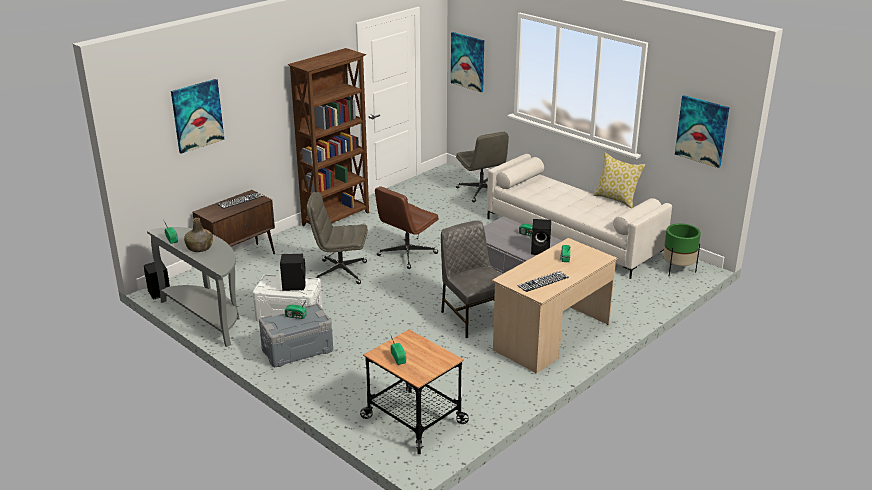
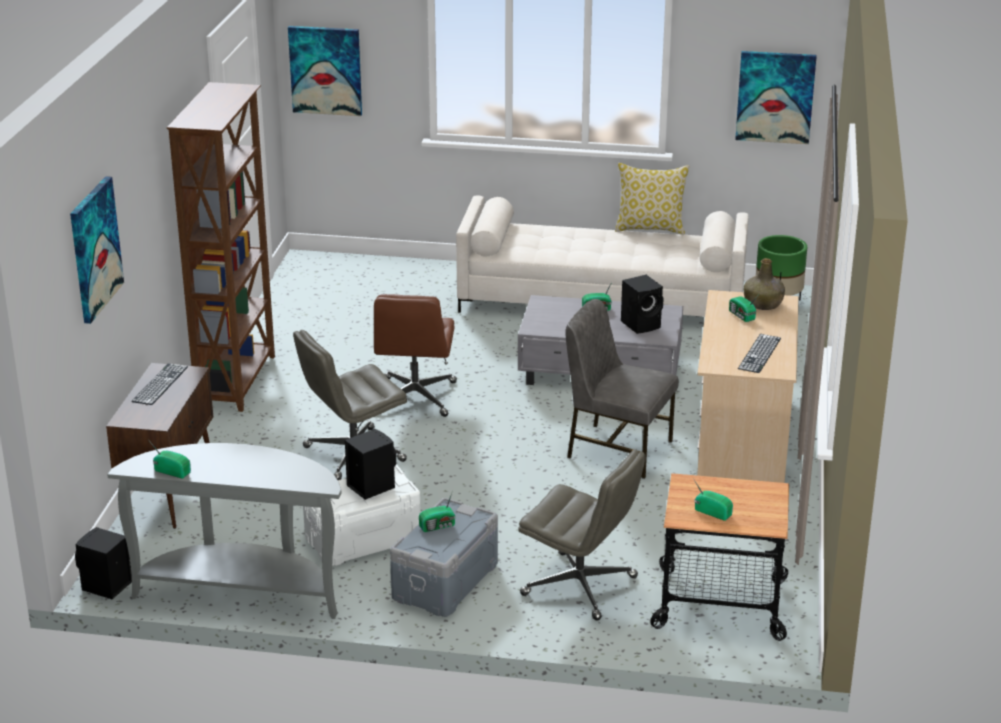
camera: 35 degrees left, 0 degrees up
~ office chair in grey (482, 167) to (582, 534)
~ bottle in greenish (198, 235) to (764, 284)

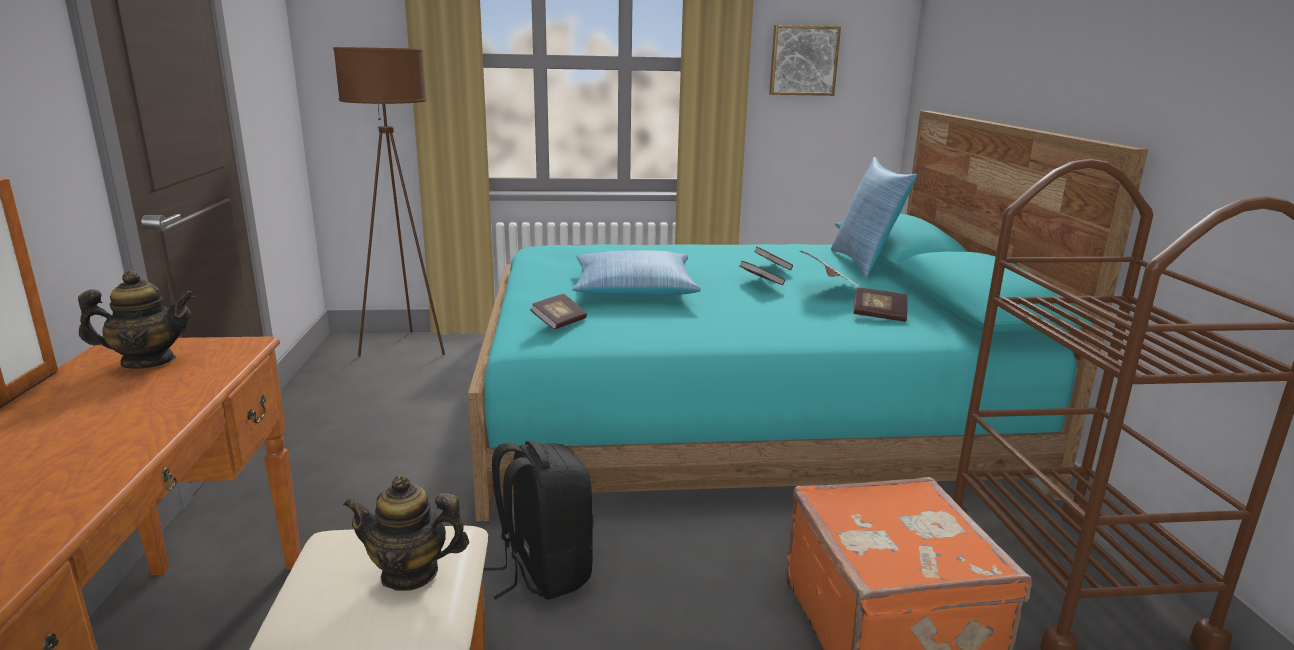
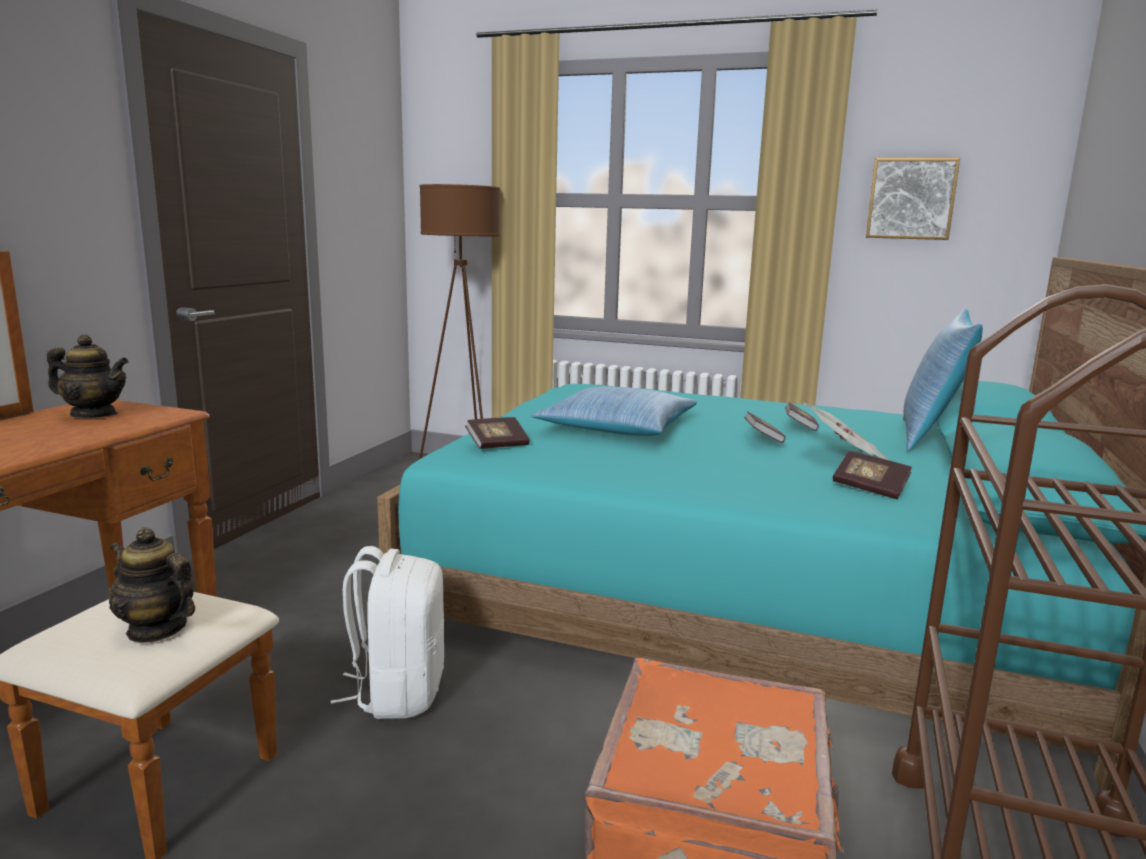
camera: 25 degrees right, 5 degrees down
~ rucksack in black-coloured (538, 520) to rucksack in white-coloured (387, 632)

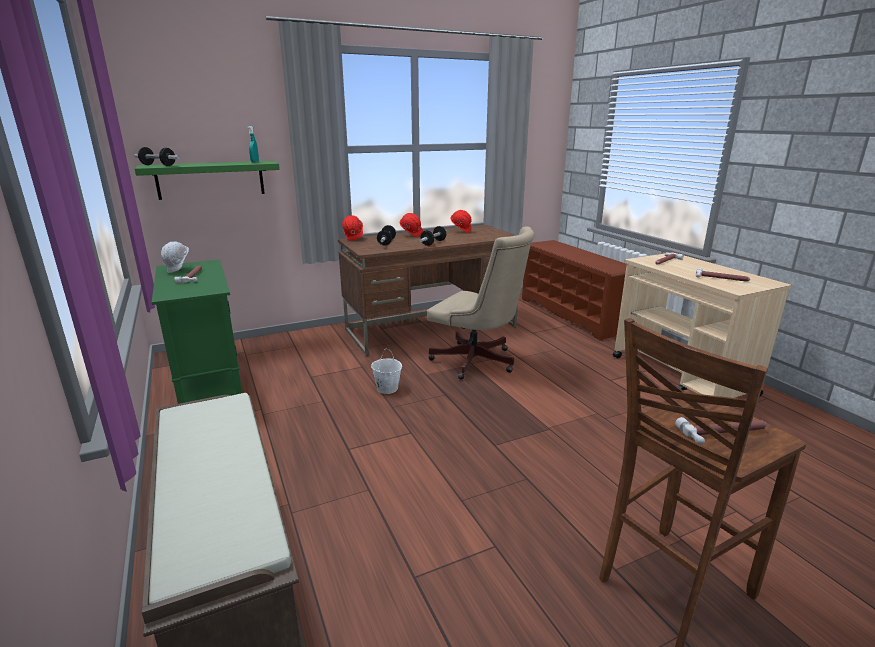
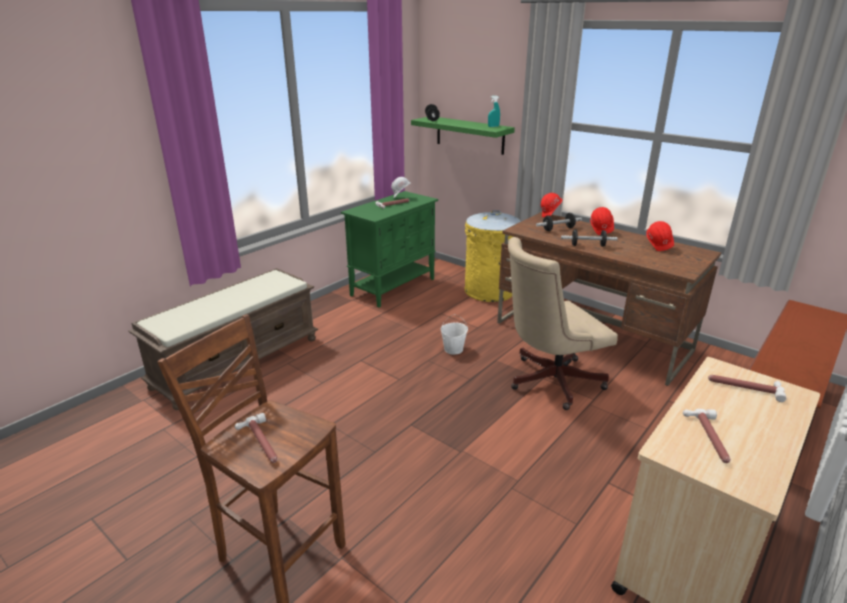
camera: 65 degrees right, 5 degrees up
~ office chair in sand-coloured (480, 303) = (563, 323) 60 degrees clockwise
+ waste bin in yellowish (493, 256)

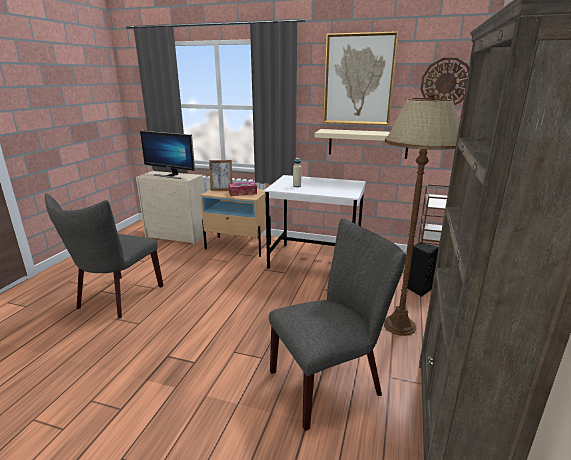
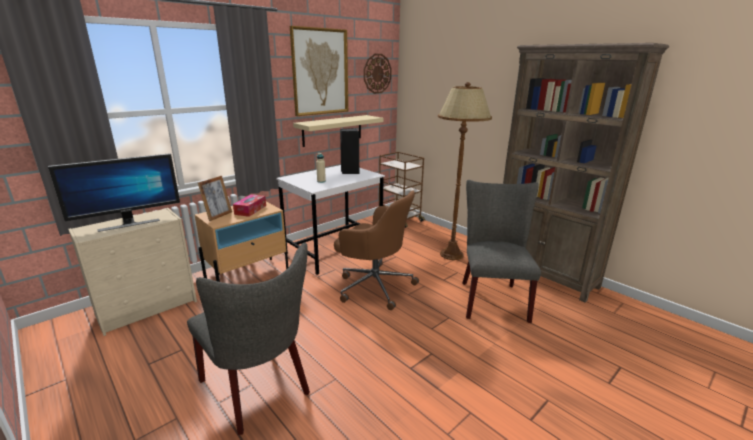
camera: 60 degrees left, 0 degrees up
~ loudspeaker in black-coloured (423, 270) to (349, 151)
+ office chair in brown-coloured (376, 250)

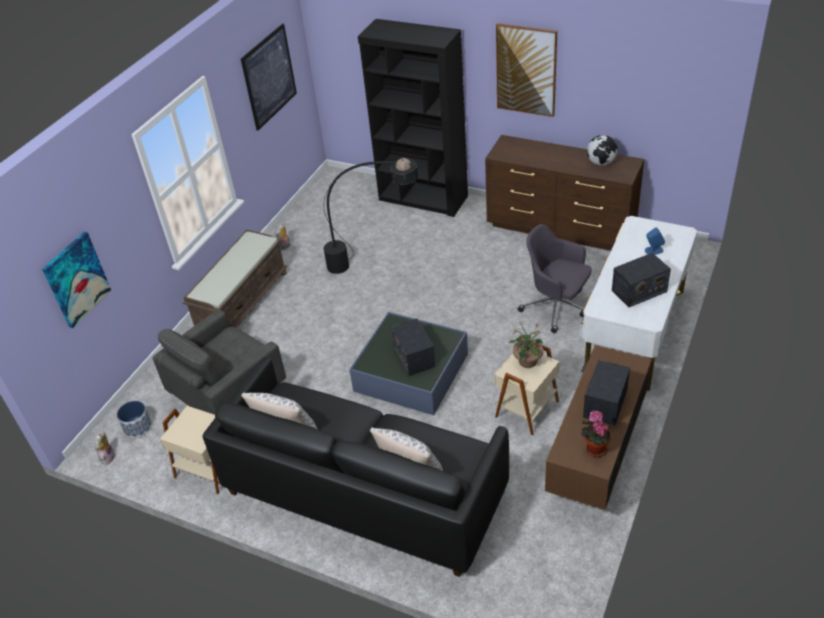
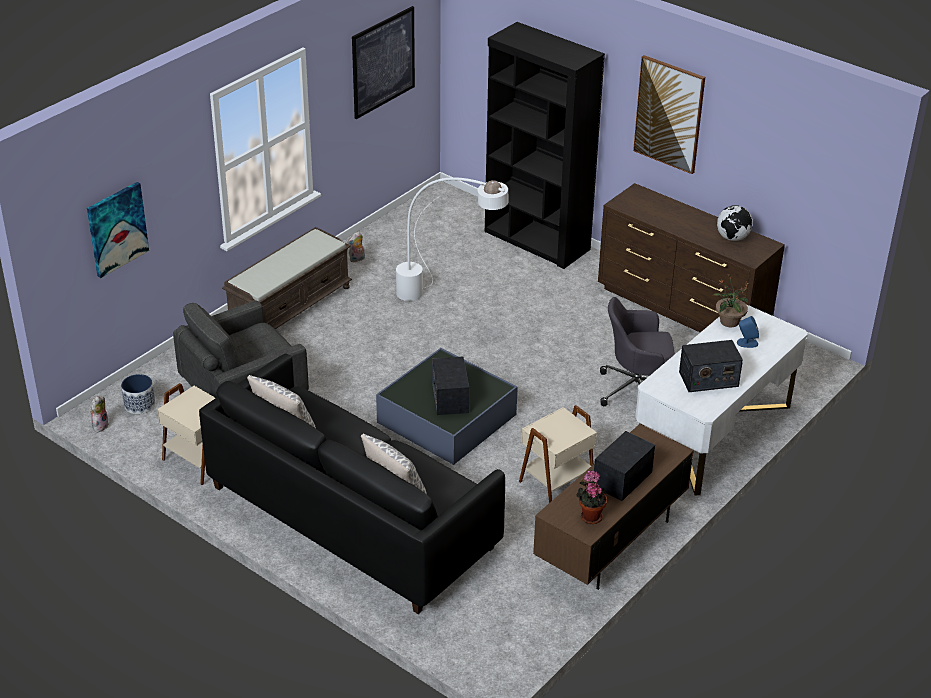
camera: 10 degrees right, 5 degrees down
~ standing lamp in black-coloured (371, 216) to standing lamp in white-coloured (452, 239)
~ office chair in grey (555, 278) = (637, 351) 45 degrees counterclockwise
~ houseplant (525, 345) to (730, 301)

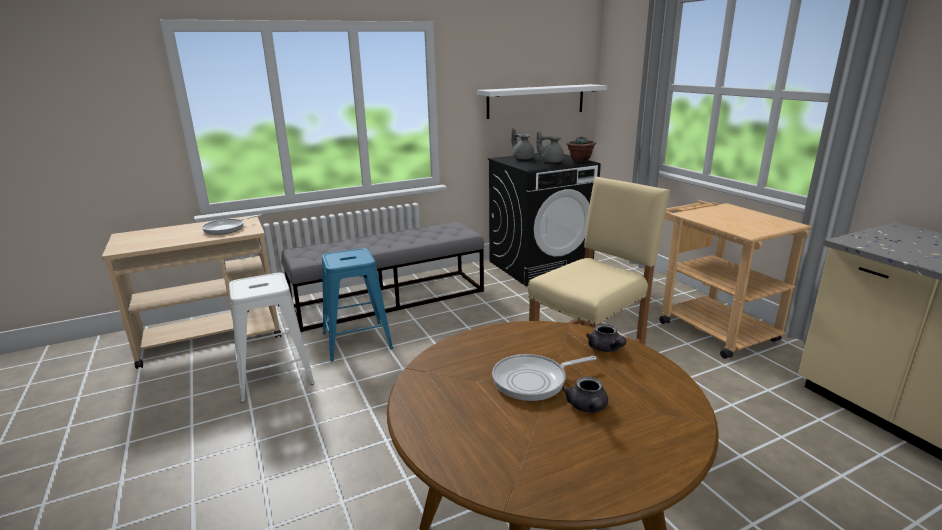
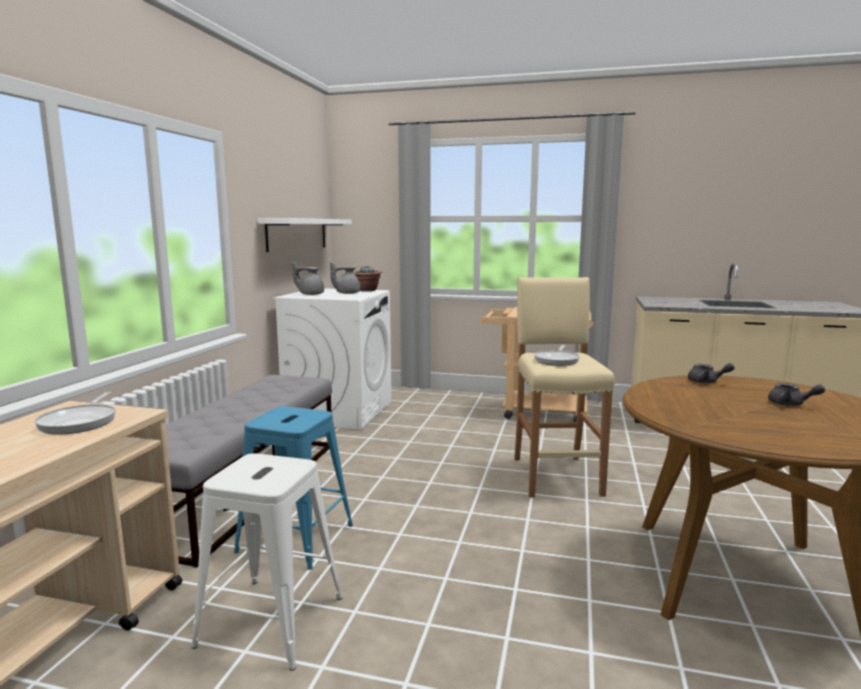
camera: 50 degrees left, 10 degrees down
~ laundry appliance in black-coloured (544, 219) to laundry appliance in white-coloured (332, 359)
~ frying pan (544, 377) to (557, 355)

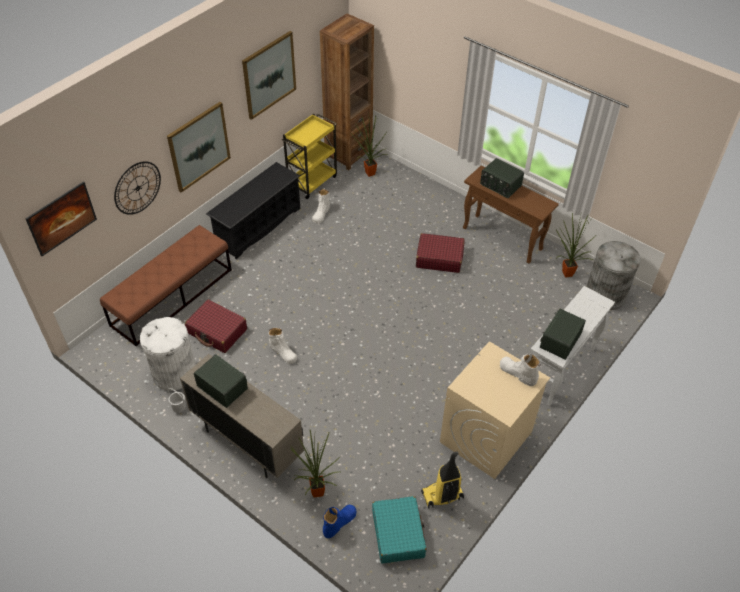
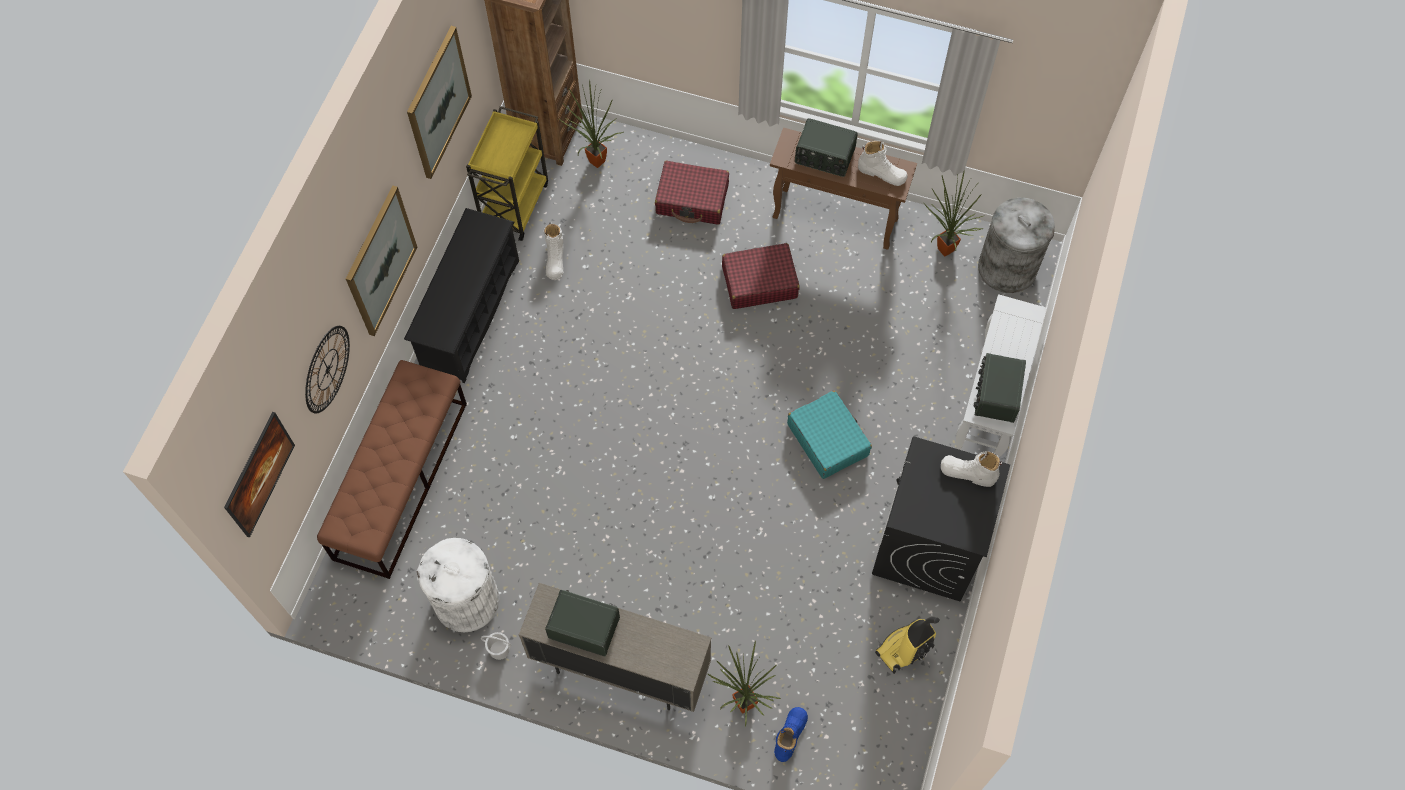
camera: 20 degrees left, 15 degrees up
~ piece of luggage in reddish (216, 326) to (692, 193)
~ boot in white-coloured (283, 346) to (883, 163)
~ laundry appliance in sand-coloured (495, 410) to laundry appliance in black-coloured (941, 518)
~ piece of luggage in turquoise (399, 530) to (829, 435)

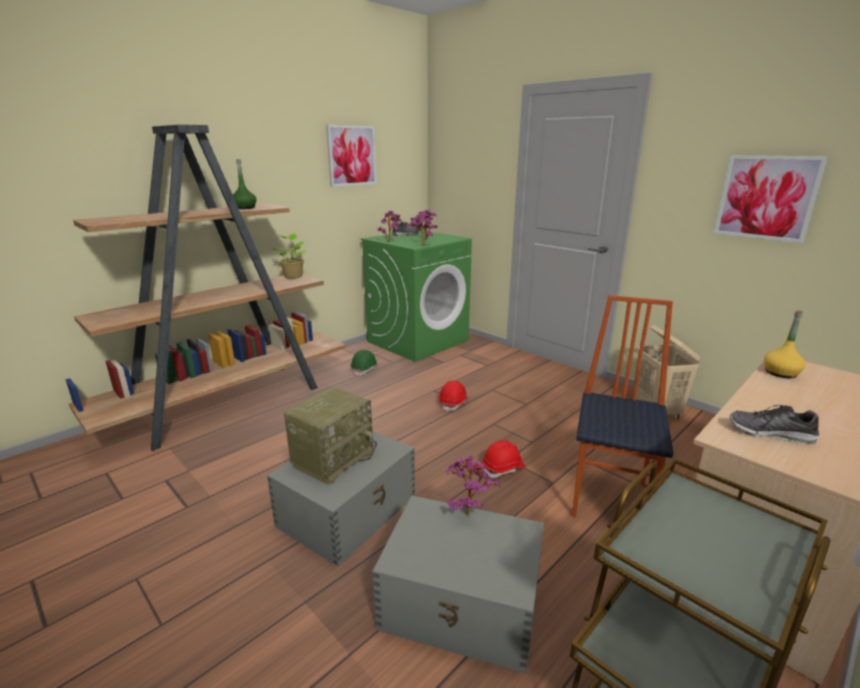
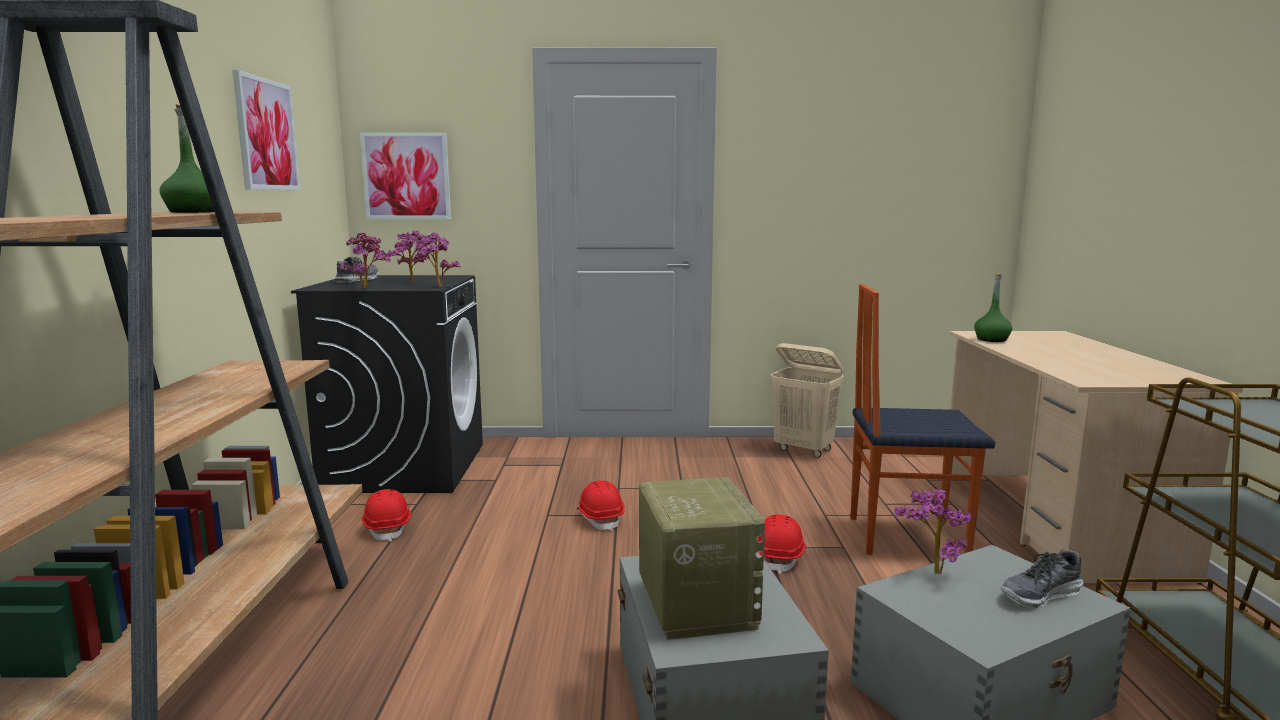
camera: 45 degrees left, 10 degrees down
~ wall art (771, 199) to (405, 176)
~ laundry appliance in greenish (416, 296) to laundry appliance in black-coloured (387, 384)
- houseplant (289, 256)
~ upright chair (622, 406) = (922, 419) 60 degrees counterclockwise
~ bottle in yellowish (785, 344) to bottle in greenish (993, 307)
~ work helmet in greenish (364, 363) to work helmet in reddish (386, 515)
~ low shoe (775, 424) to (1042, 578)

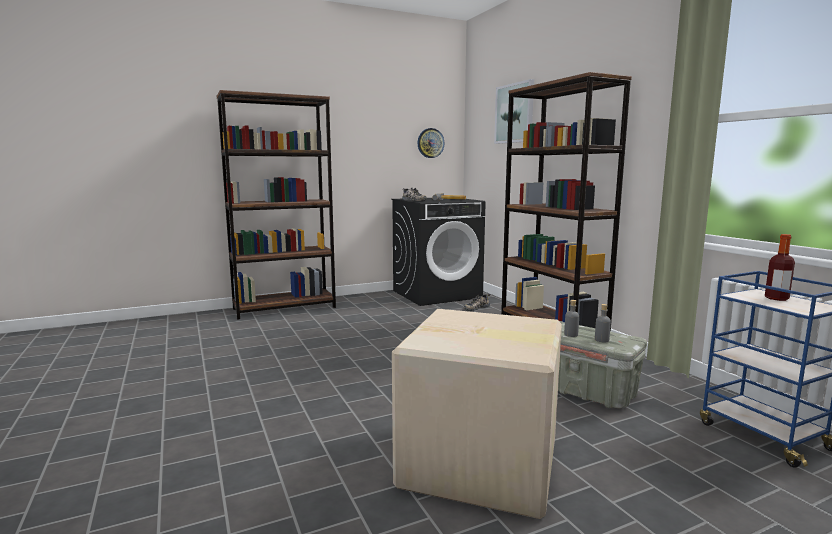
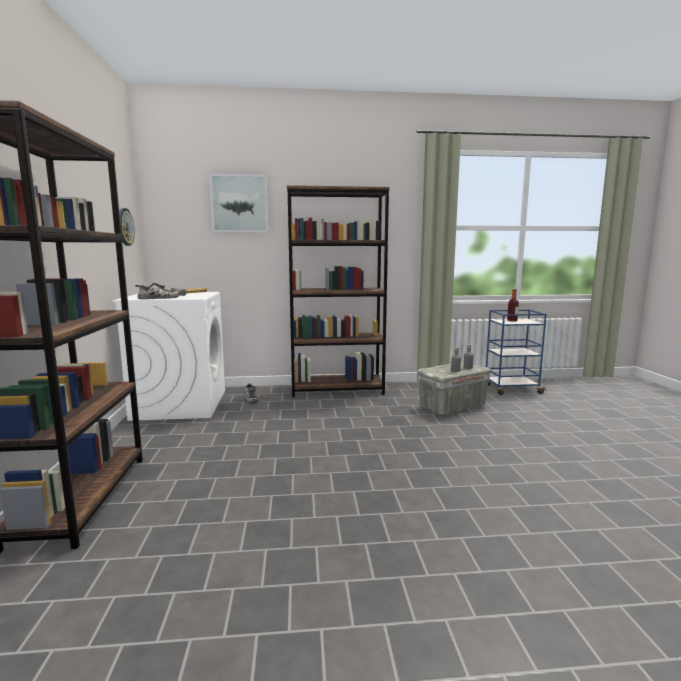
camera: 70 degrees left, 0 degrees up
~ laundry appliance in black-coloured (439, 252) to laundry appliance in white-coloured (168, 356)
- carton (477, 414)

